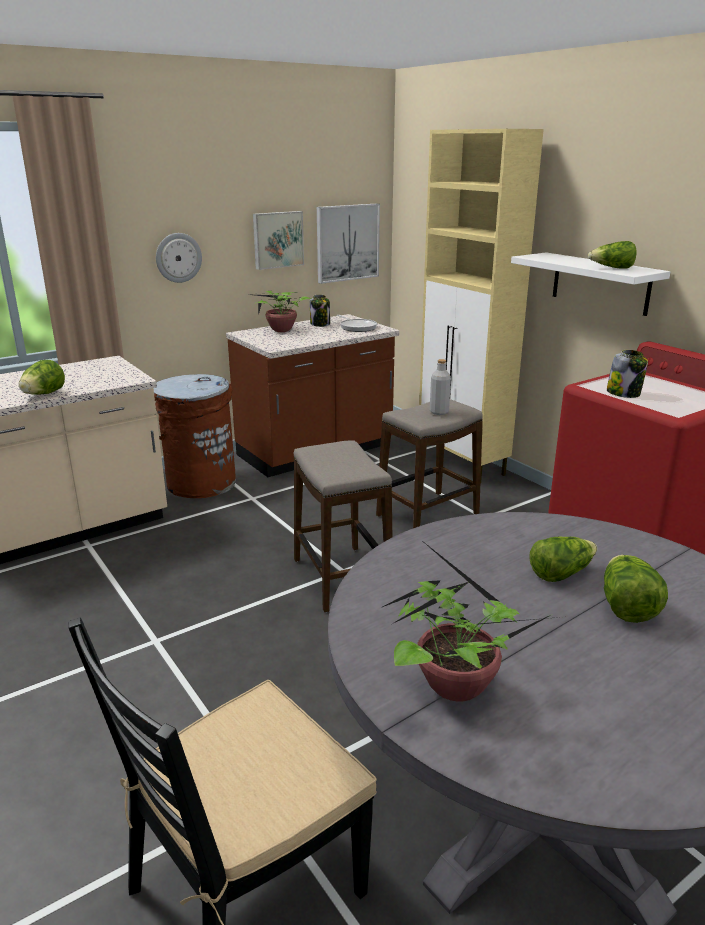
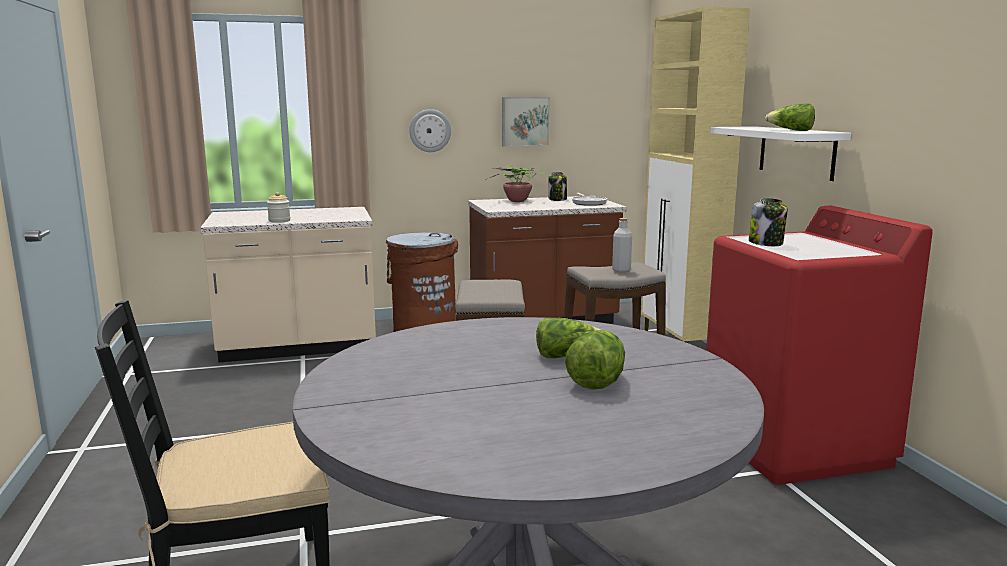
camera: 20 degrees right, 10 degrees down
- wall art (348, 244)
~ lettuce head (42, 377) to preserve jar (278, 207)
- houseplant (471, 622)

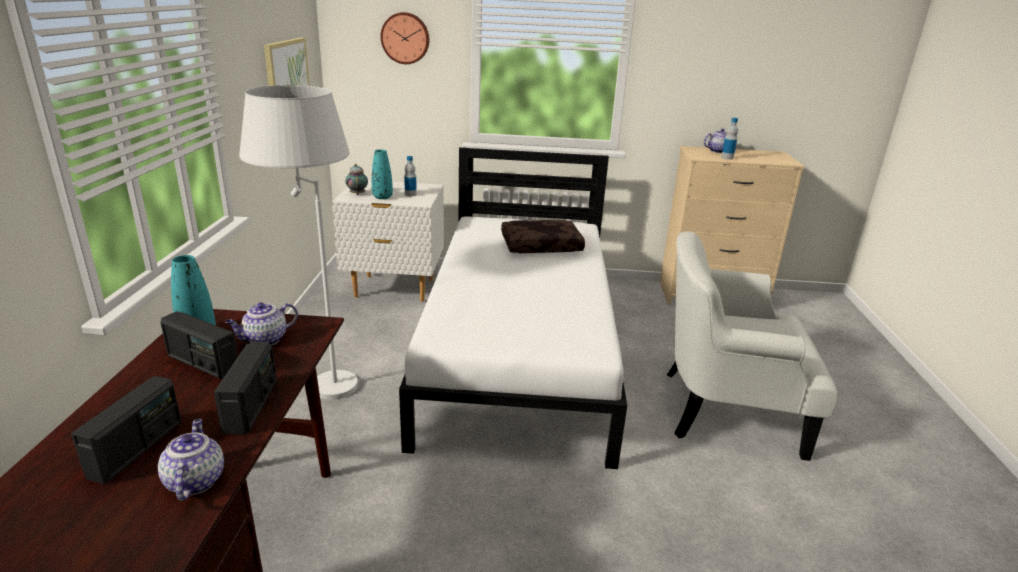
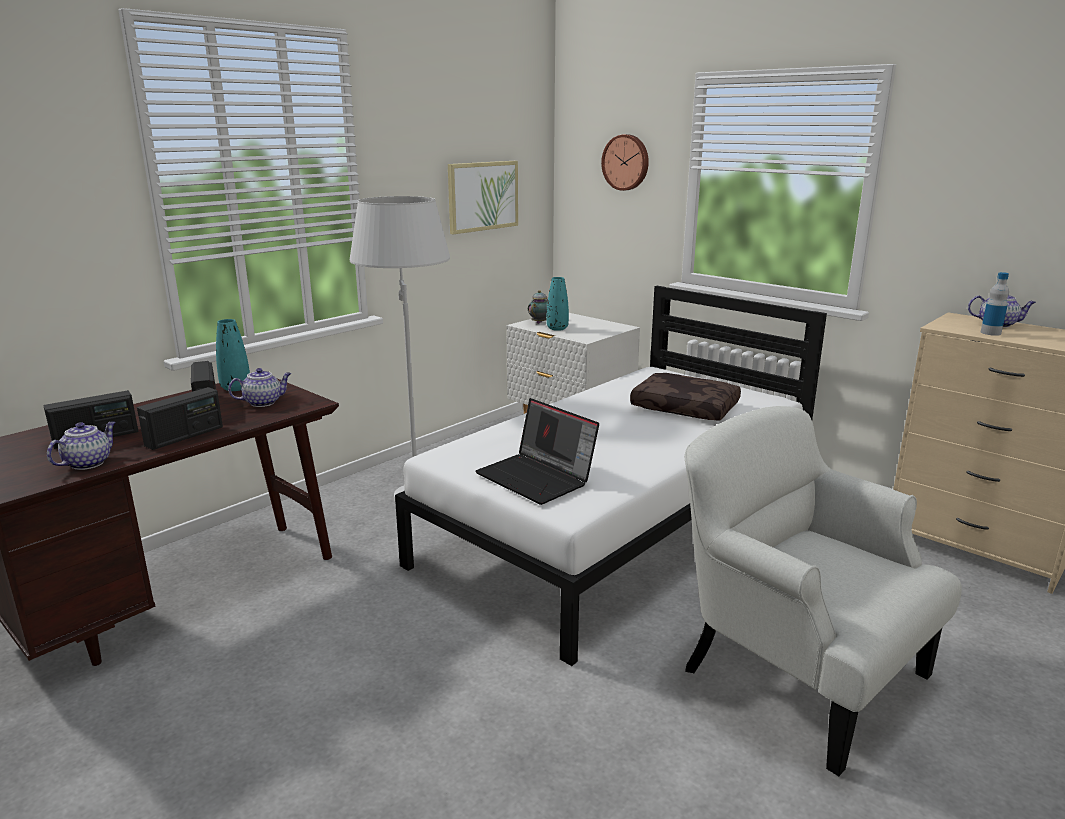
camera: 40 degrees right, 5 degrees down
- bottle (410, 176)
~ tea pot (261, 324) = (259, 387) 150 degrees clockwise
+ notebook computer (537, 451)

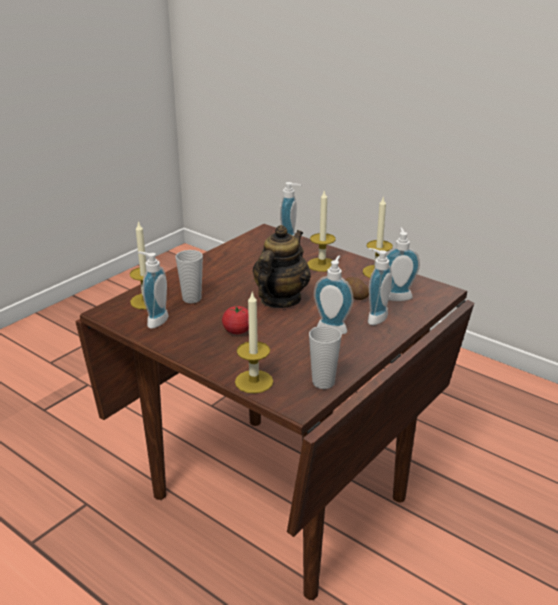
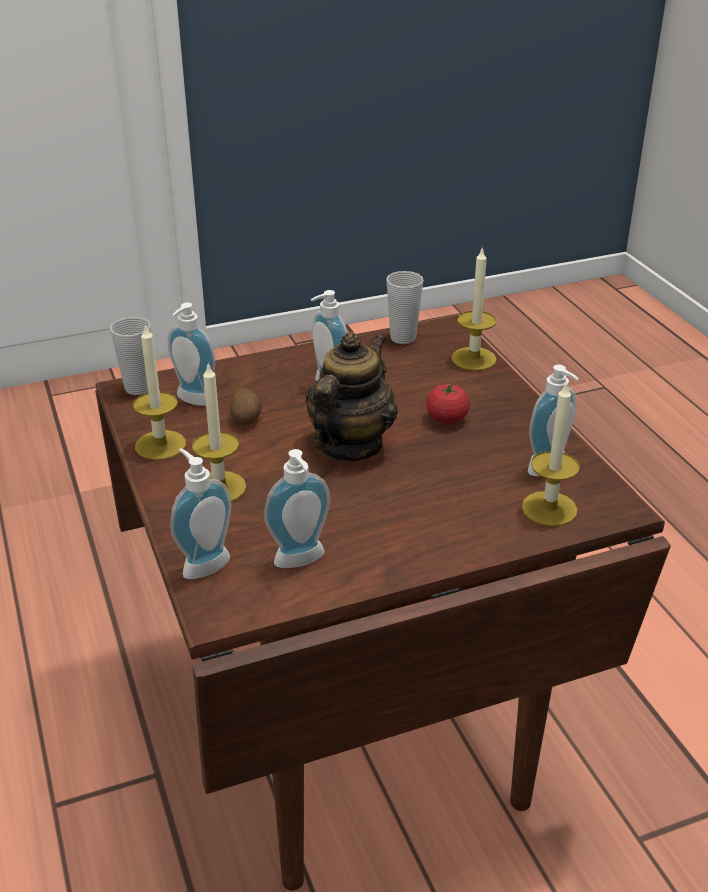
camera: 150 degrees left, 5 degrees up
~ tea pot (282, 266) = (352, 396) 150 degrees clockwise
~ soap dispenser (380, 286) to (297, 508)
~ small cup (189, 276) to (130, 356)

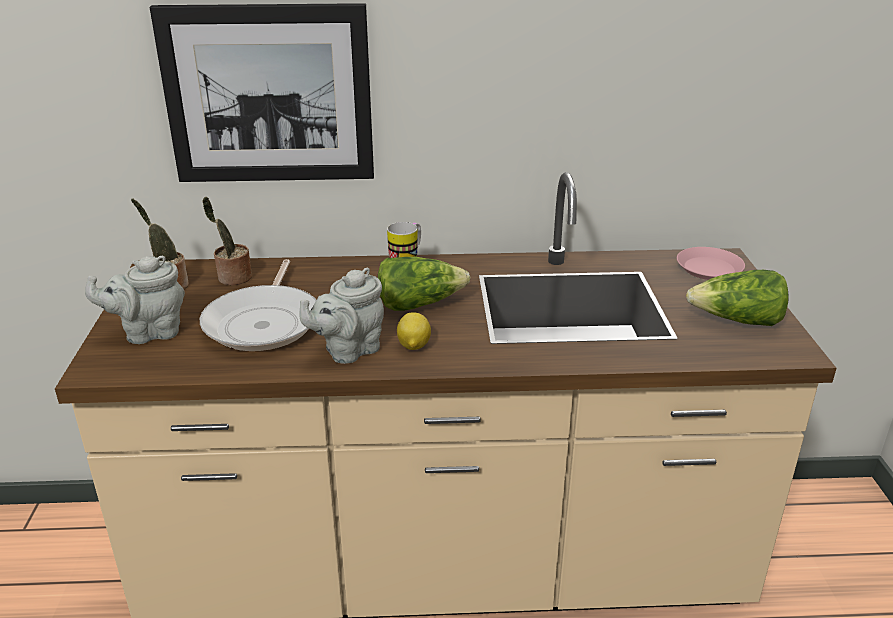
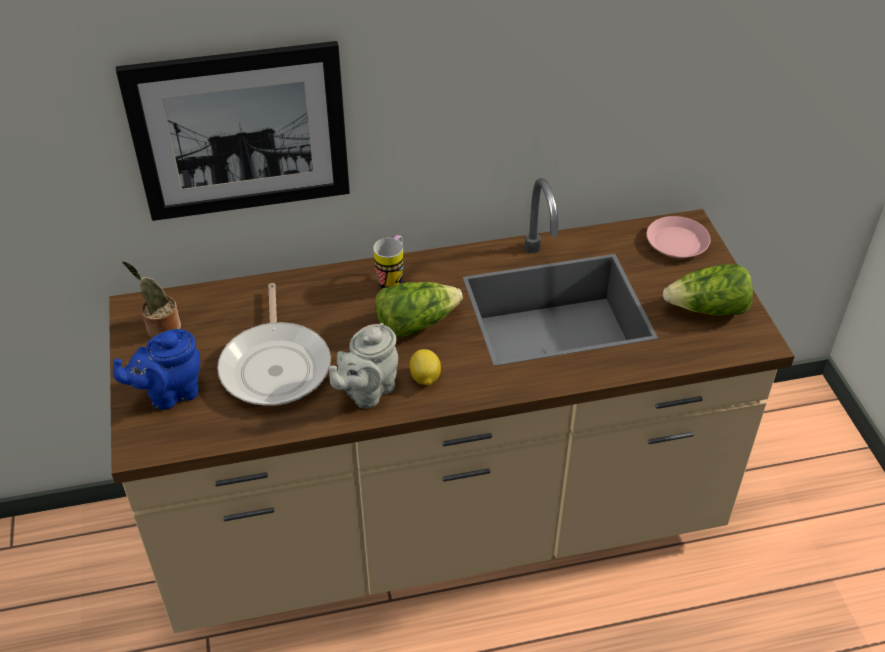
camera: 10 degrees left, 15 degrees up
- houseplant (227, 241)
~ tea pot in grey (135, 299) to tea pot in blue-coloured (156, 369)

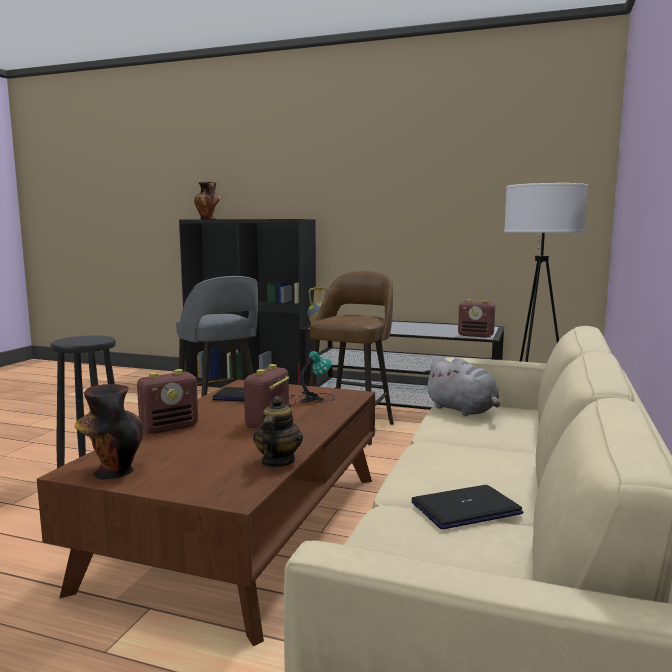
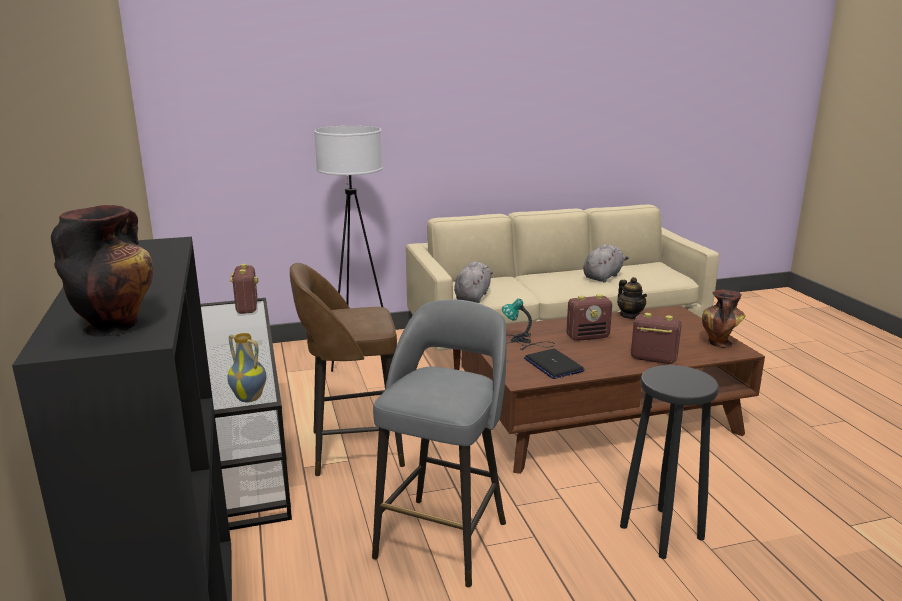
camera: 125 degrees left, 10 degrees up
~ tea pot (278, 431) = (632, 298) 90 degrees counterclockwise
~ notebook computer (467, 507) to plush toy in grey (606, 263)

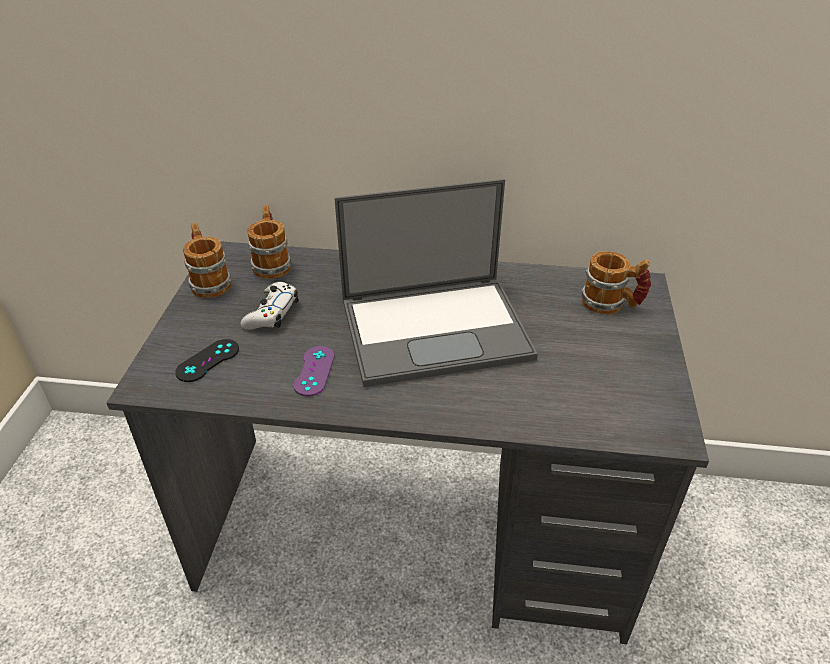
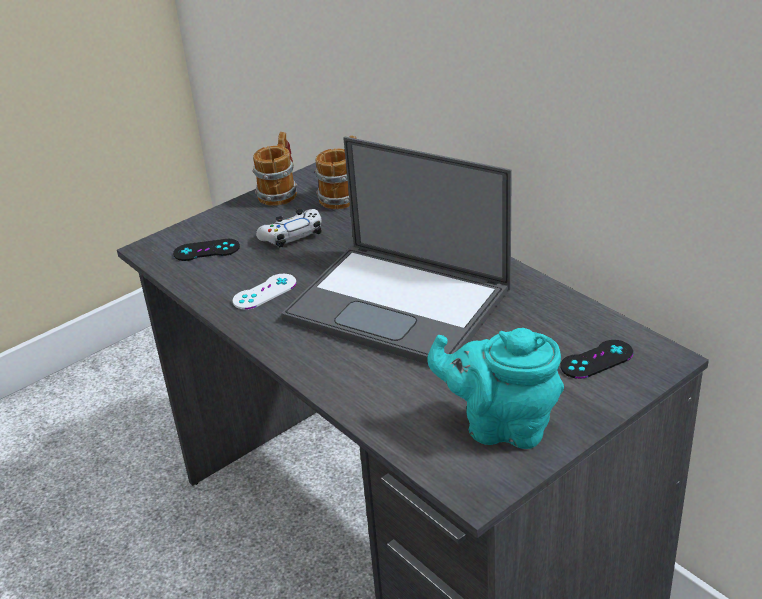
camera: 45 degrees right, 5 degrees down
~ coffee mug (616, 283) to game controller in black-coloured (596, 359)
~ game controller in purple (314, 371) to game controller in white-coloured (264, 292)
+ tea pot in turquoise (495, 388)

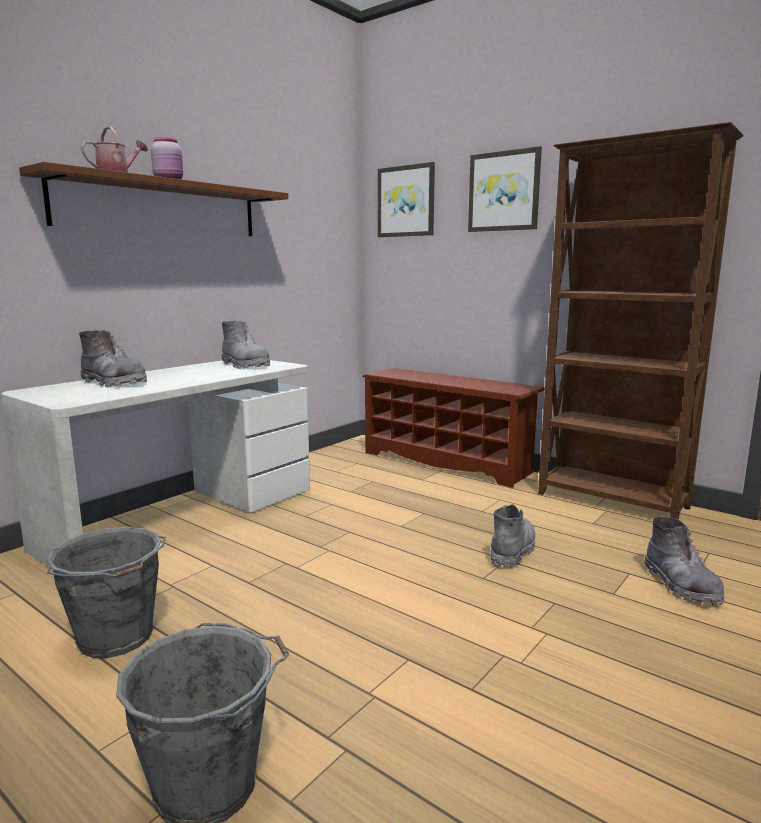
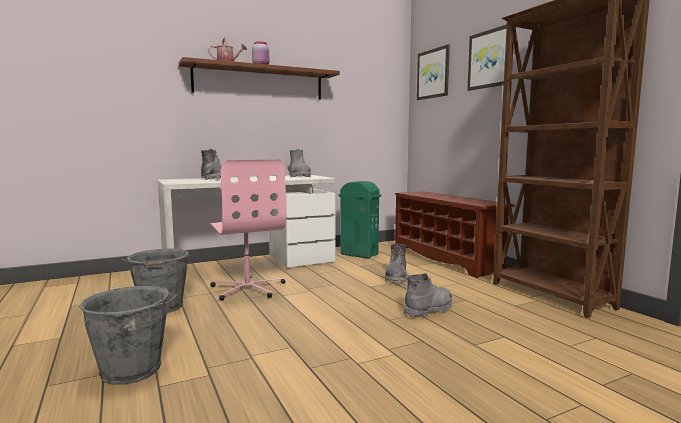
camera: 25 degrees right, 5 degrees down
~ boot in grey (684, 561) to (396, 263)
+ office chair in pink (248, 230)
+ waste bin in greenish (360, 220)

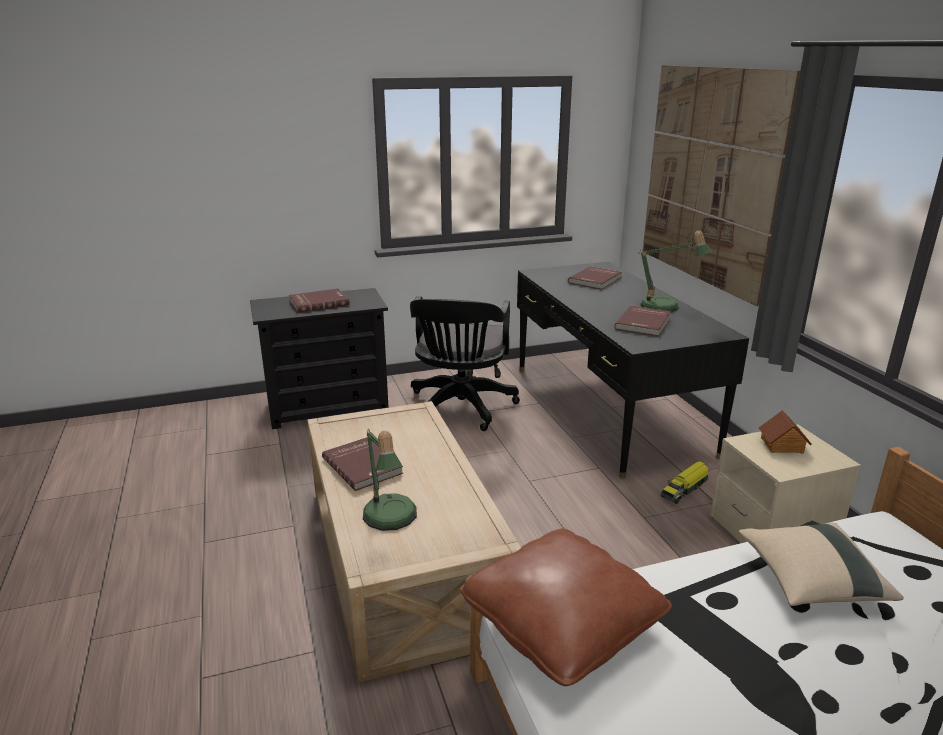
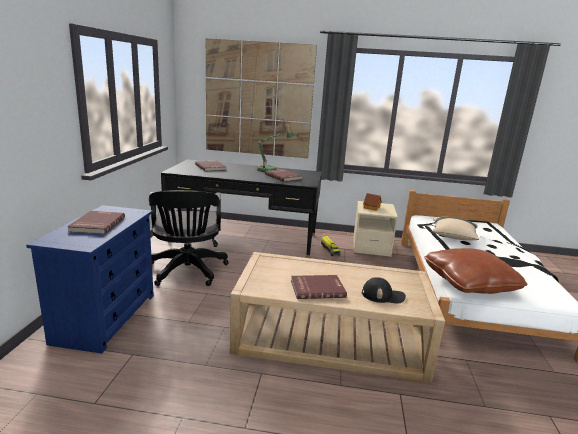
camera: 65 degrees left, 5 degrees down
~ dresser in black-coloured (319, 358) to dresser in blue-coloured (90, 279)
~ office chair in black-coloured (465, 363) = (189, 238) 45 degrees clockwise
~ tabletop lamp (390, 480) to cap in black-coloured (384, 290)

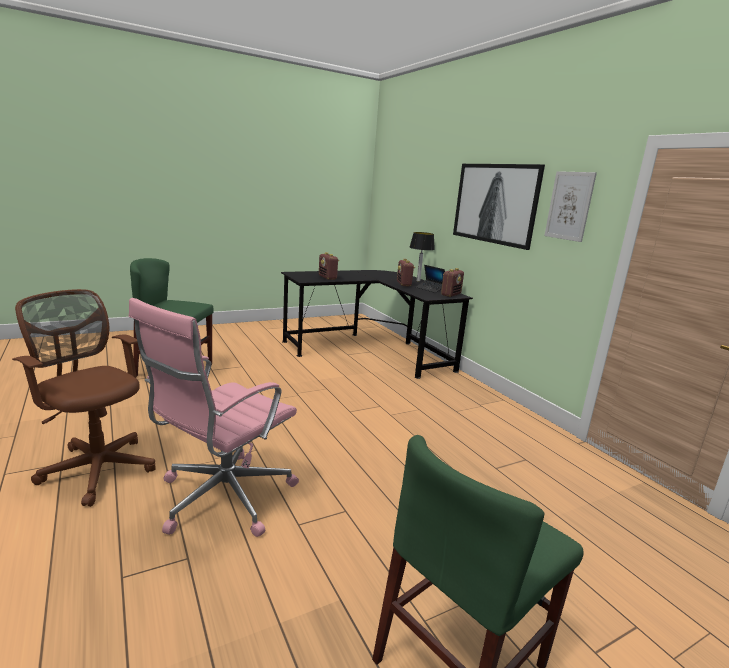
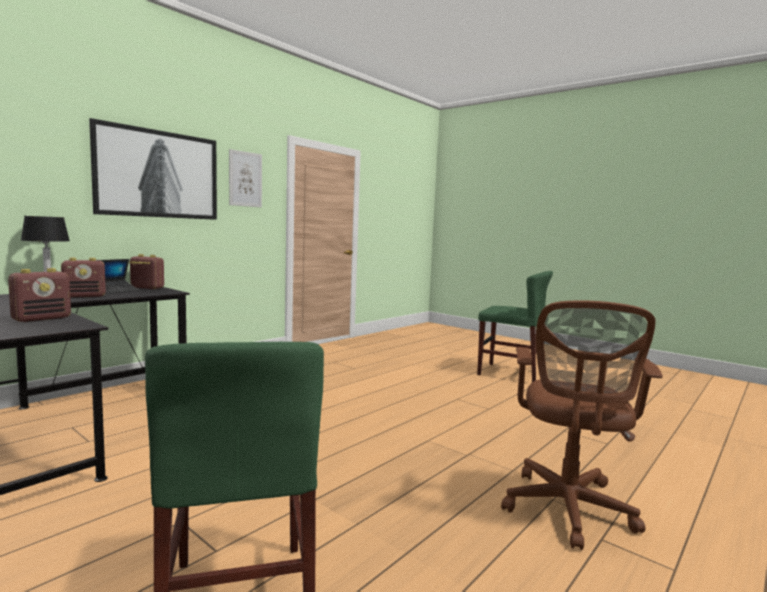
camera: 110 degrees left, 10 degrees down
- office chair in pink (214, 417)

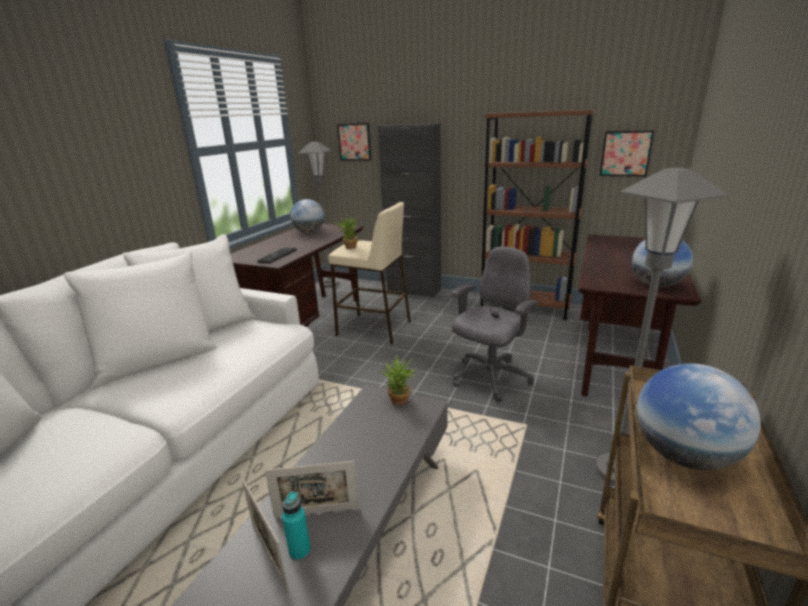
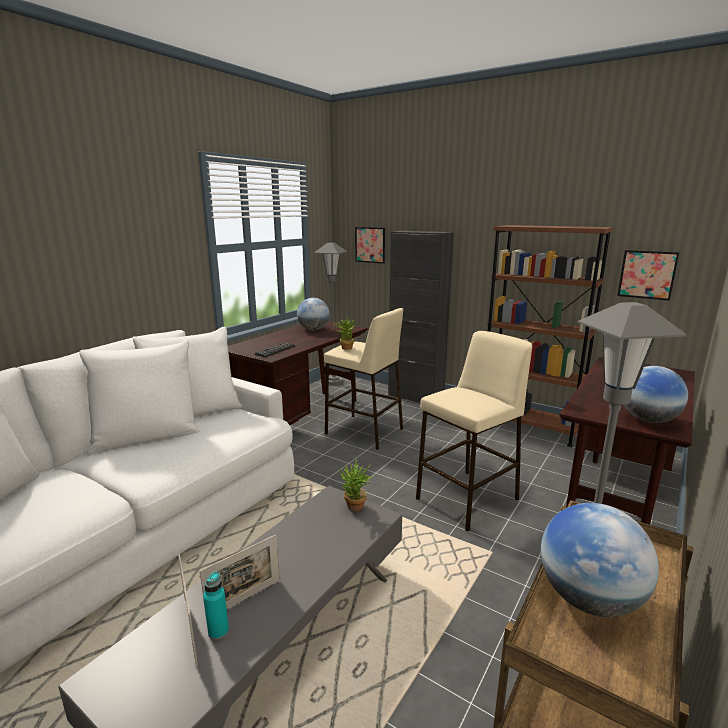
camera: 10 degrees right, 5 degrees down
~ office chair in grey (494, 324) to stool in sand-coloured (474, 431)
~ photo frame (312, 489) = (240, 575) 45 degrees counterclockwise

